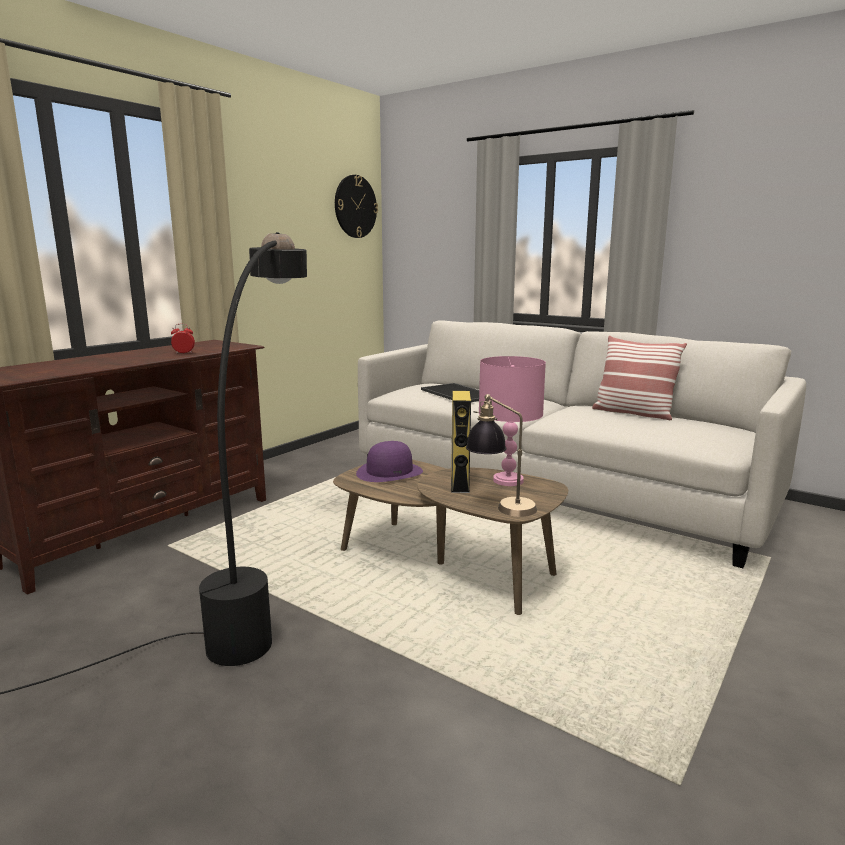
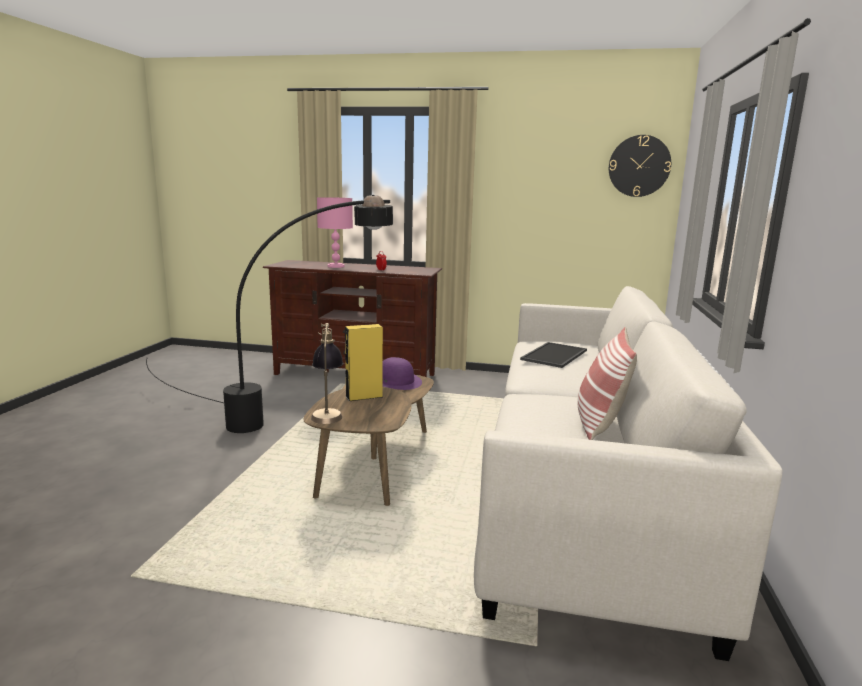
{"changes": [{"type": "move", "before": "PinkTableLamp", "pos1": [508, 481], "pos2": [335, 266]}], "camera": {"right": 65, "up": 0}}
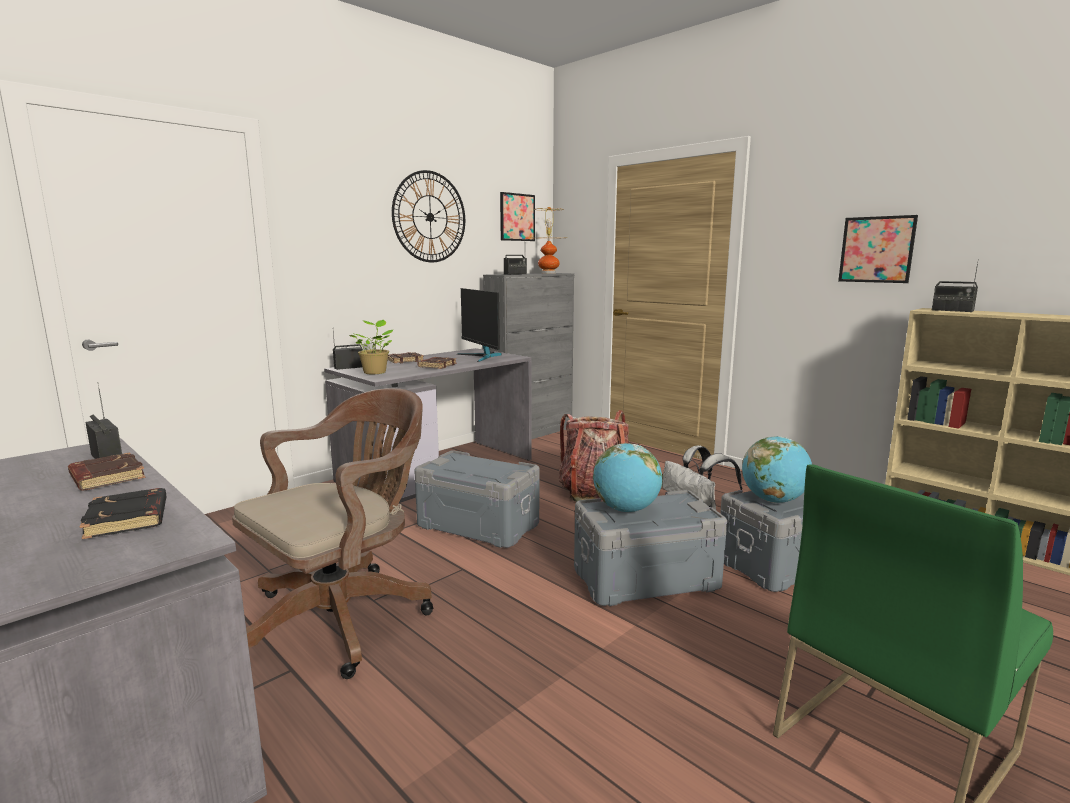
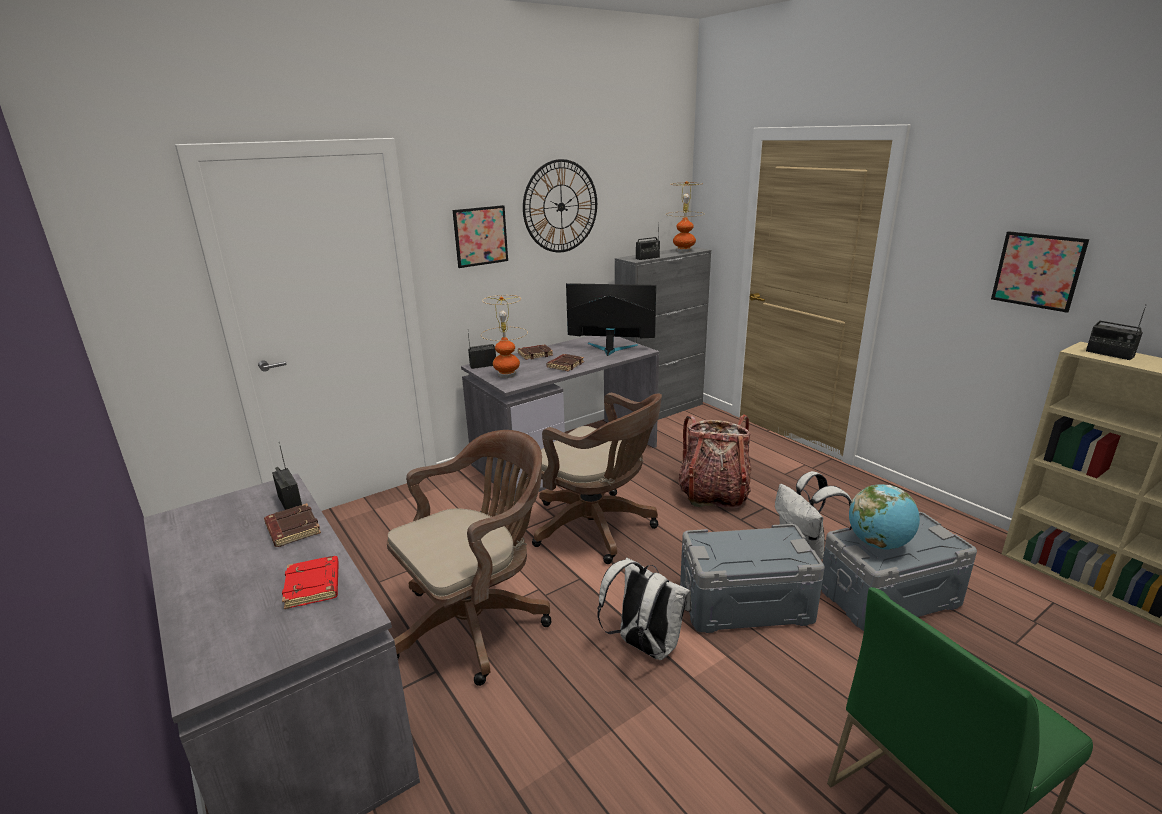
{"changes": [{"type": "recolor", "before": "BlackBook", "after": "RedBook", "pos1": [129, 519], "pos2": [314, 586]}, {"type": "replace", "before": "PottedPlant", "after": "TableLamp", "pos1": [375, 372], "pos2": [507, 375]}, {"type": "replace", "before": "GreyStorageBox", "after": "BrownOfficeChair", "pos1": [477, 525], "pos2": [597, 528]}, {"type": "rotate", "before": "Monitor", "pos1": [482, 356], "pos2": [610, 349], "turn": 120}, {"type": "move", "before": "Picture", "pos1": [517, 217], "pos2": [480, 236]}, {"type": "delete", "before": "Globe", "pos1": [626, 510]}, {"type": "insert", "after": "WhiteBackpack", "pos2": [644, 646]}], "camera": {"right": 10, "up": 10}}
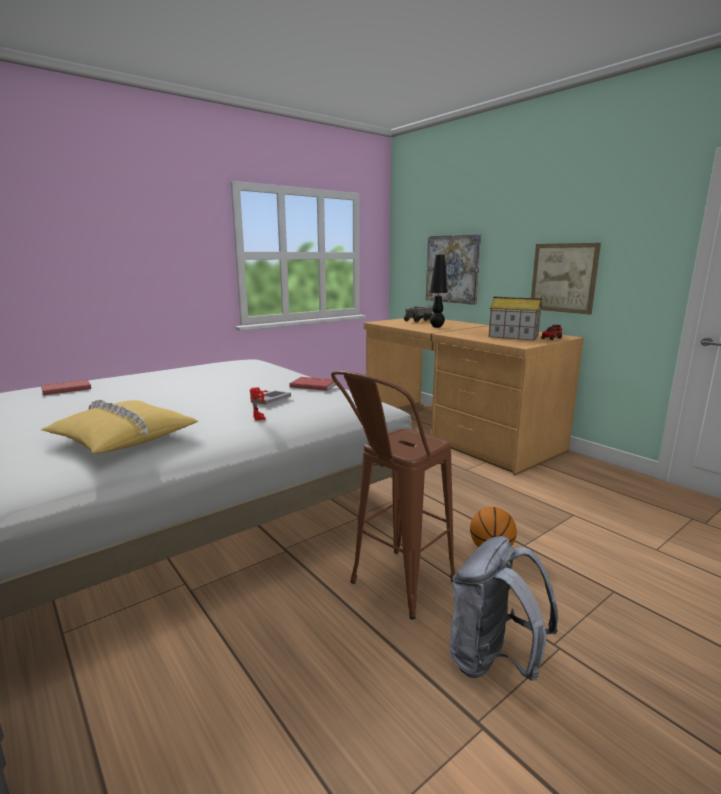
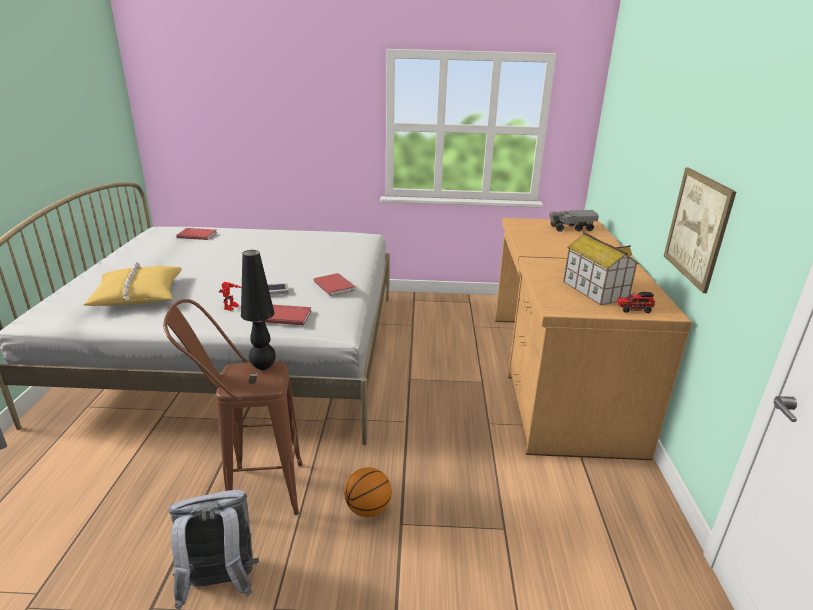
{"changes": [{"type": "delete", "before": "Picture", "pos1": [452, 269]}, {"type": "move", "before": "BlackTableLamp", "pos1": [437, 327], "pos2": [263, 367]}, {"type": "insert", "after": "RedBook", "pos2": [286, 316]}], "camera": {"right": 40, "up": 10}}
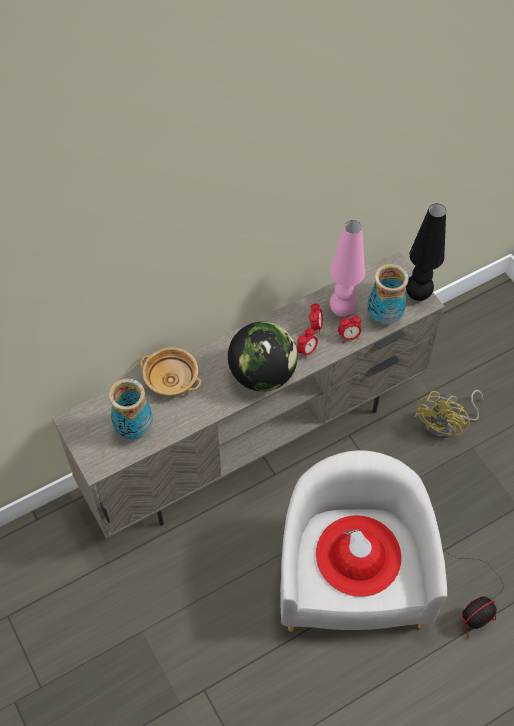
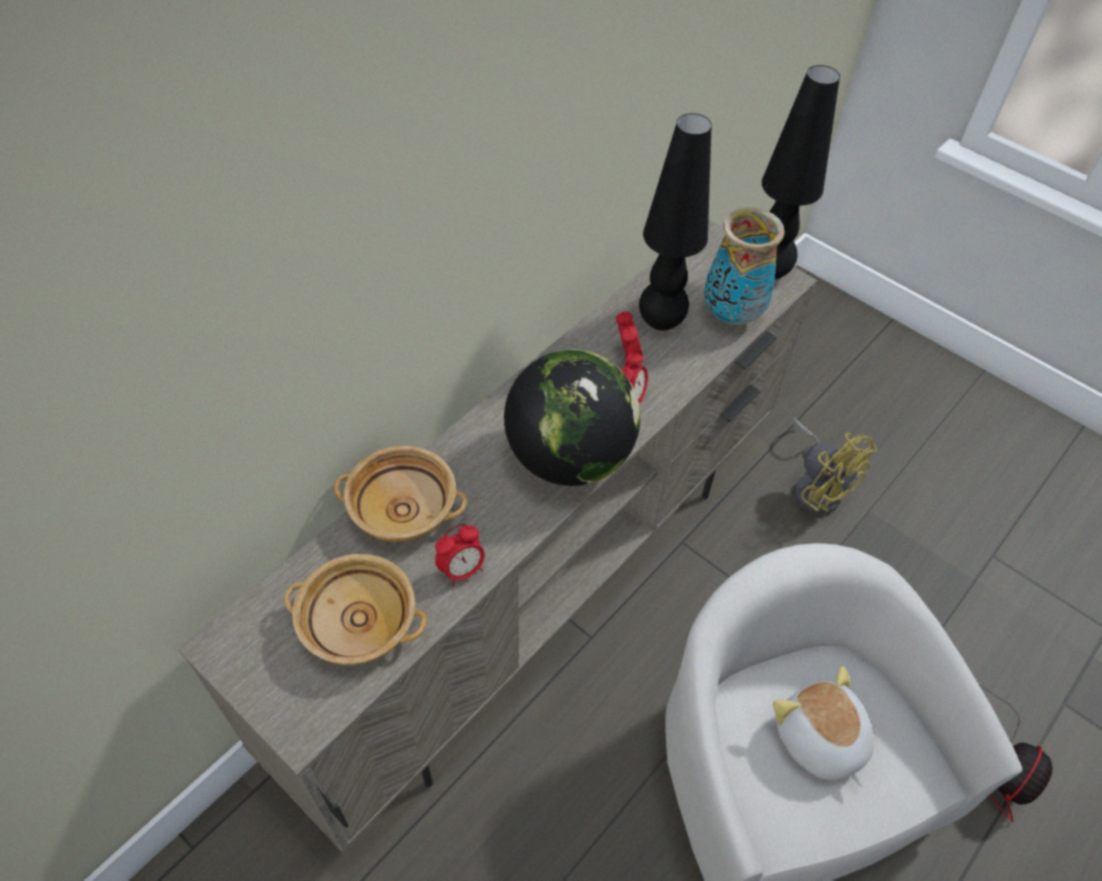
{"changes": [{"type": "replace", "before": "Vase", "after": "BeigeBowl", "pos1": [133, 429], "pos2": [358, 624]}, {"type": "replace", "before": "RedHat", "after": "PlushToy", "pos1": [358, 555], "pos2": [819, 740]}, {"type": "recolor", "before": "PinkTableLamp", "after": "BlackTableLamp", "pos1": [342, 310], "pos2": [660, 322]}, {"type": "move", "before": "AlarmClock", "pos1": [349, 336], "pos2": [462, 570]}, {"type": "rotate", "before": "YellowFan", "pos1": [446, 424], "pos2": [817, 487], "turn": -45}], "camera": {"right": -20, "up": -5}}
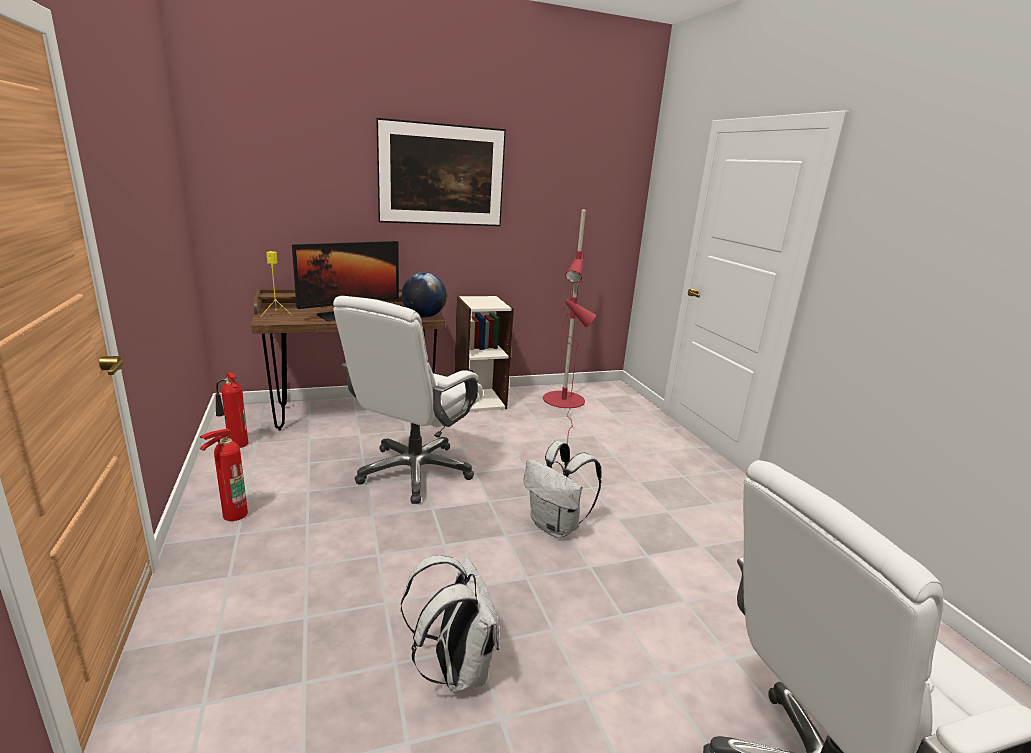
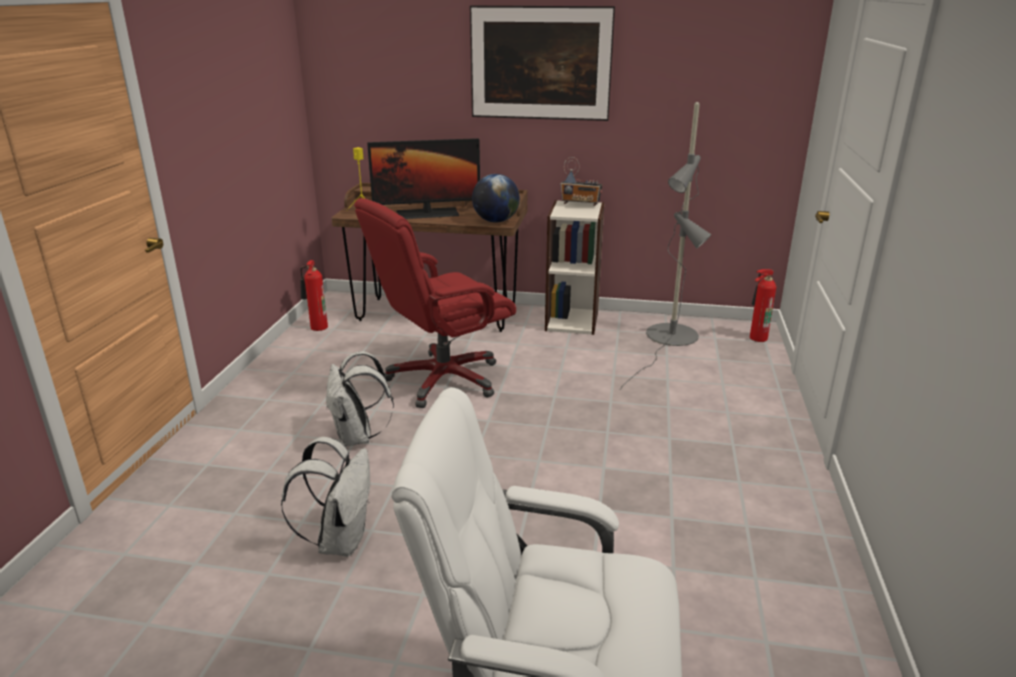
{"changes": [{"type": "move", "before": "FireExtinguisher", "pos1": [232, 515], "pos2": [756, 338]}, {"type": "recolor", "before": "WhiteOfficeChair", "after": "RedOfficeChair", "pos1": [414, 472], "pos2": [443, 380]}, {"type": "move", "before": "WhiteBackpack", "pos1": [556, 527], "pos2": [357, 438]}, {"type": "recolor", "before": "RedFloorLamp", "after": "GreyFloorLamp", "pos1": [564, 404], "pos2": [668, 339]}, {"type": "insert", "after": "Radio", "pos2": [581, 204]}], "camera": {"right": 30, "up": 5}}
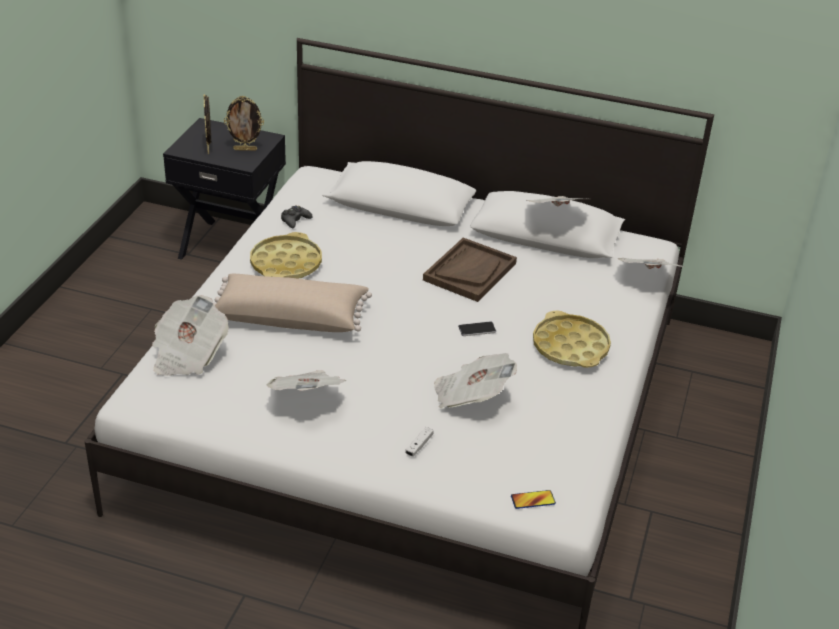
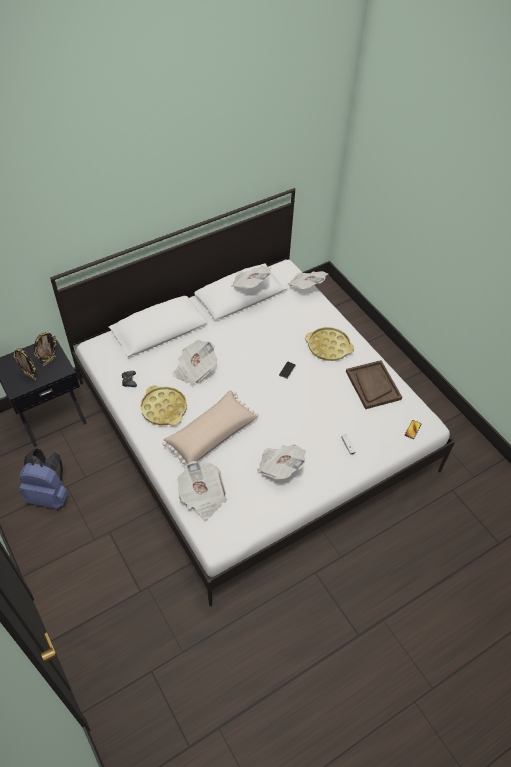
{"changes": [{"type": "move", "before": "BrownTray", "pos1": [469, 271], "pos2": [372, 385]}, {"type": "move", "before": "Newspaper", "pos1": [471, 397], "pos2": [194, 370]}, {"type": "insert", "after": "BlueBackpack", "pos2": [49, 495]}], "camera": {"right": -50, "up": 15}}
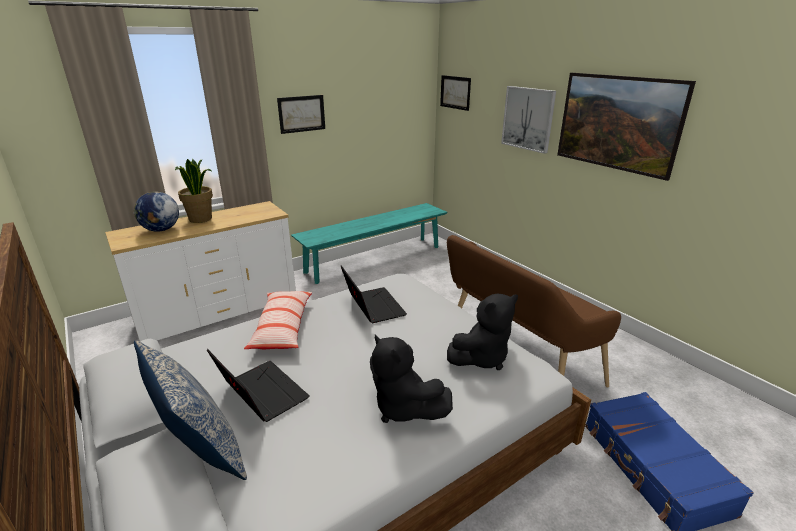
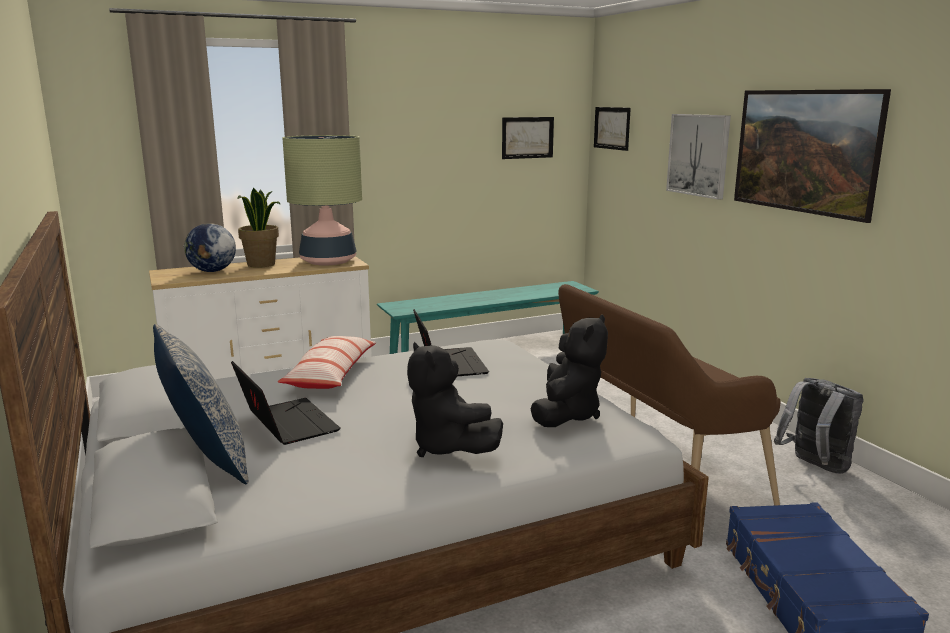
{"changes": [{"type": "move", "before": "Picture", "pos1": [301, 114], "pos2": [527, 137]}, {"type": "rotate", "before": "BlackPlushToy", "pos1": [481, 358], "pos2": [567, 414], "turn": -45}, {"type": "insert", "after": "TableLamp", "pos2": [328, 261]}, {"type": "insert", "after": "GreyBackpack", "pos2": [814, 467]}], "camera": {"right": 10, "up": -10}}
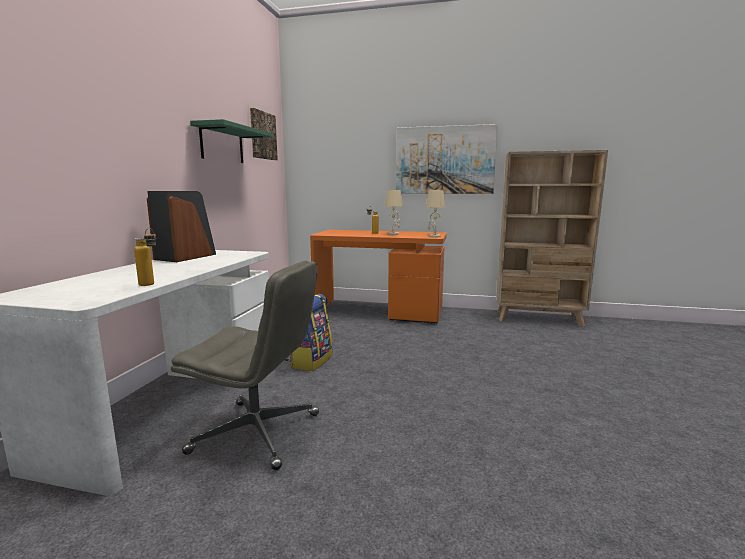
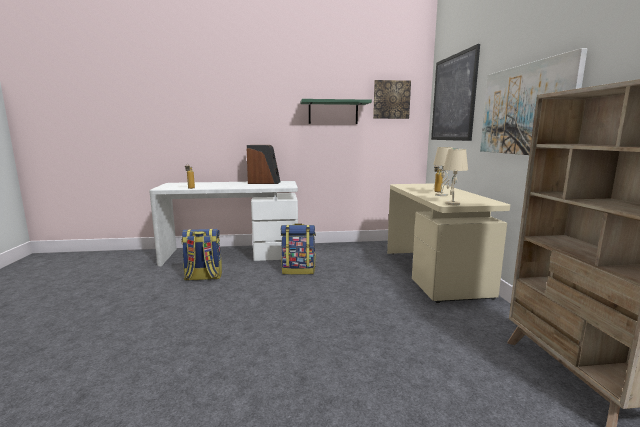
{"changes": [{"type": "replace", "before": "GreyOfficeChair", "after": "Backpack", "pos1": [258, 433], "pos2": [203, 277]}, {"type": "recolor", "before": "OrangeDesk", "after": "BeigeDesk", "pos1": [380, 311], "pos2": [434, 273]}, {"type": "insert", "after": "Picture", "pos2": [453, 98]}], "camera": {"right": 70, "up": 0}}
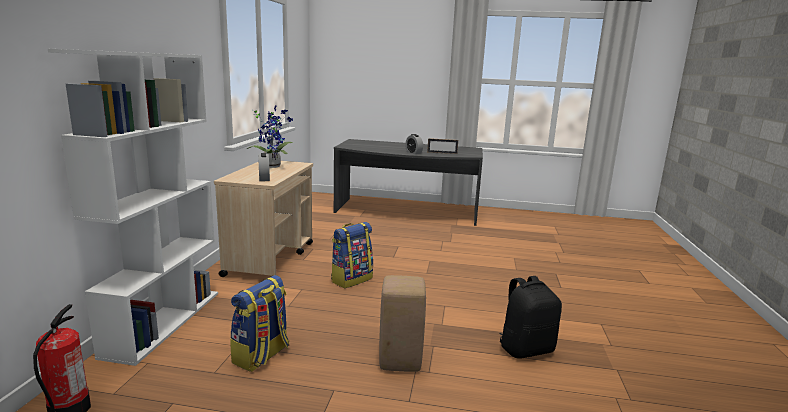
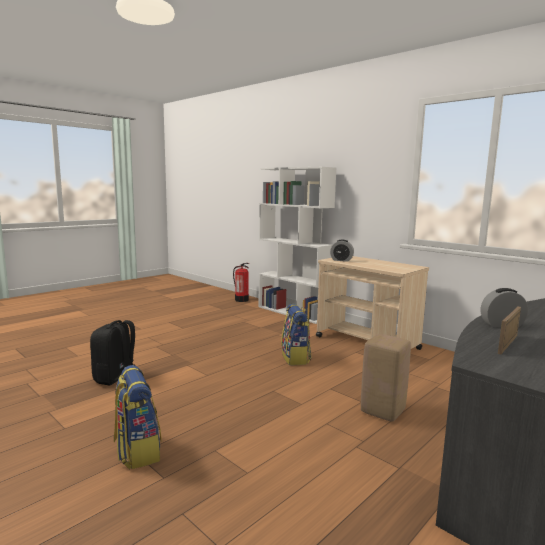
{"changes": [{"type": "move", "before": "Backpack", "pos1": [261, 356], "pos2": [137, 451]}, {"type": "delete", "before": "PottedPlant", "pos1": [273, 166]}, {"type": "move", "before": "BeigeStool", "pos1": [399, 361], "pos2": [382, 411]}], "camera": {"right": 125, "up": -5}}
